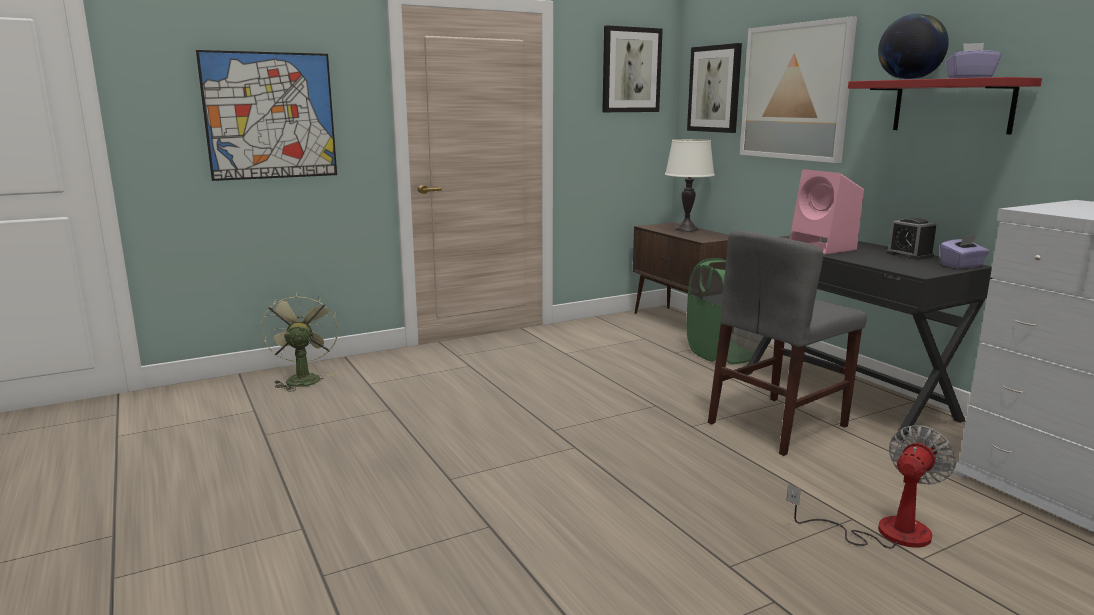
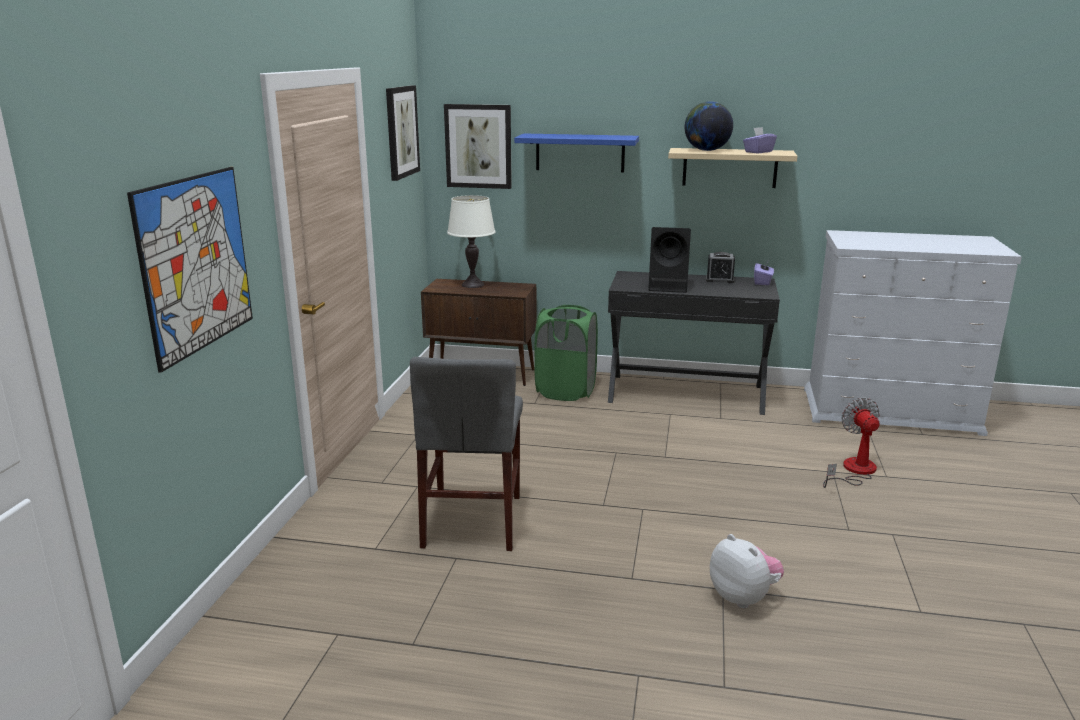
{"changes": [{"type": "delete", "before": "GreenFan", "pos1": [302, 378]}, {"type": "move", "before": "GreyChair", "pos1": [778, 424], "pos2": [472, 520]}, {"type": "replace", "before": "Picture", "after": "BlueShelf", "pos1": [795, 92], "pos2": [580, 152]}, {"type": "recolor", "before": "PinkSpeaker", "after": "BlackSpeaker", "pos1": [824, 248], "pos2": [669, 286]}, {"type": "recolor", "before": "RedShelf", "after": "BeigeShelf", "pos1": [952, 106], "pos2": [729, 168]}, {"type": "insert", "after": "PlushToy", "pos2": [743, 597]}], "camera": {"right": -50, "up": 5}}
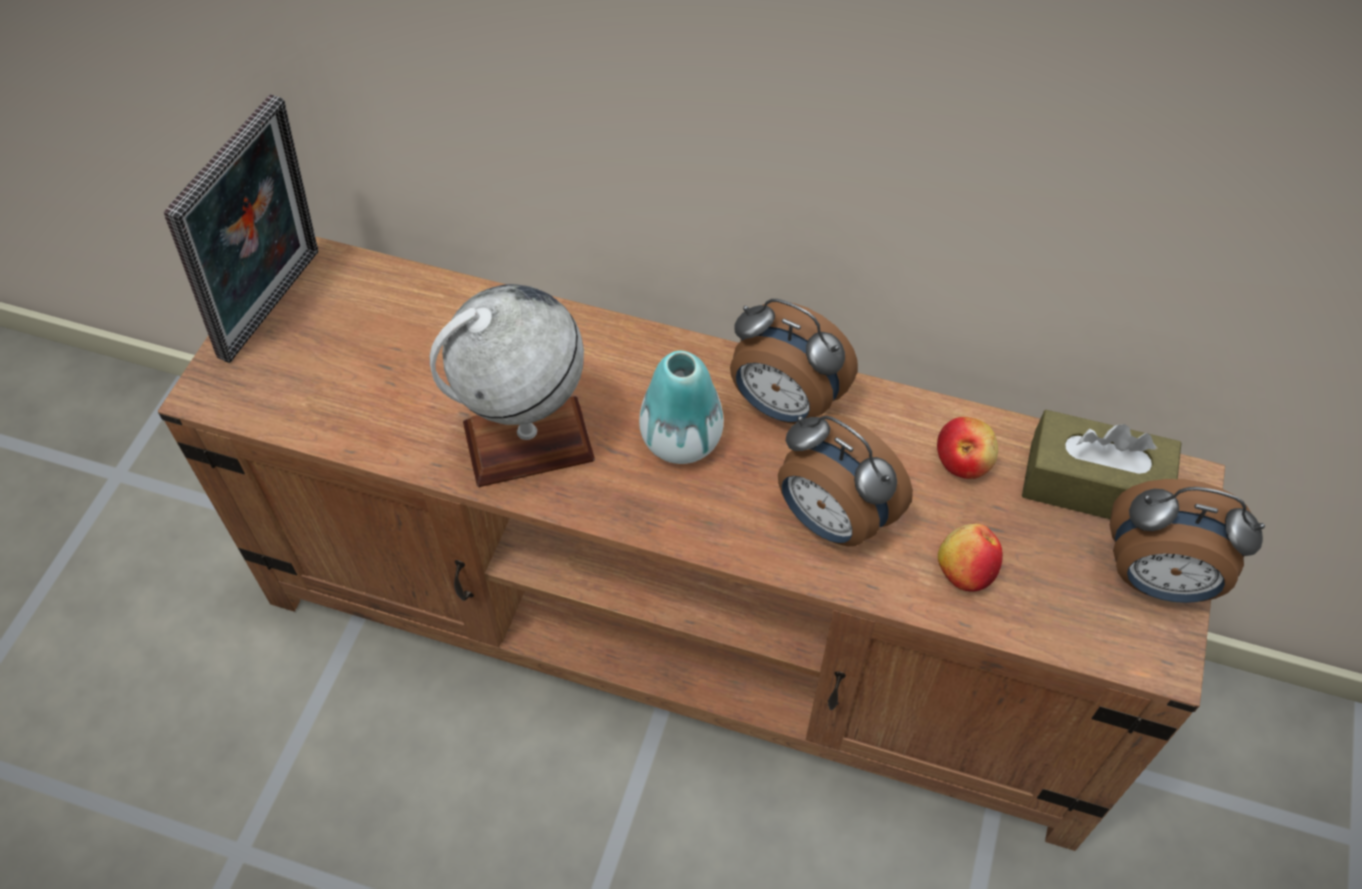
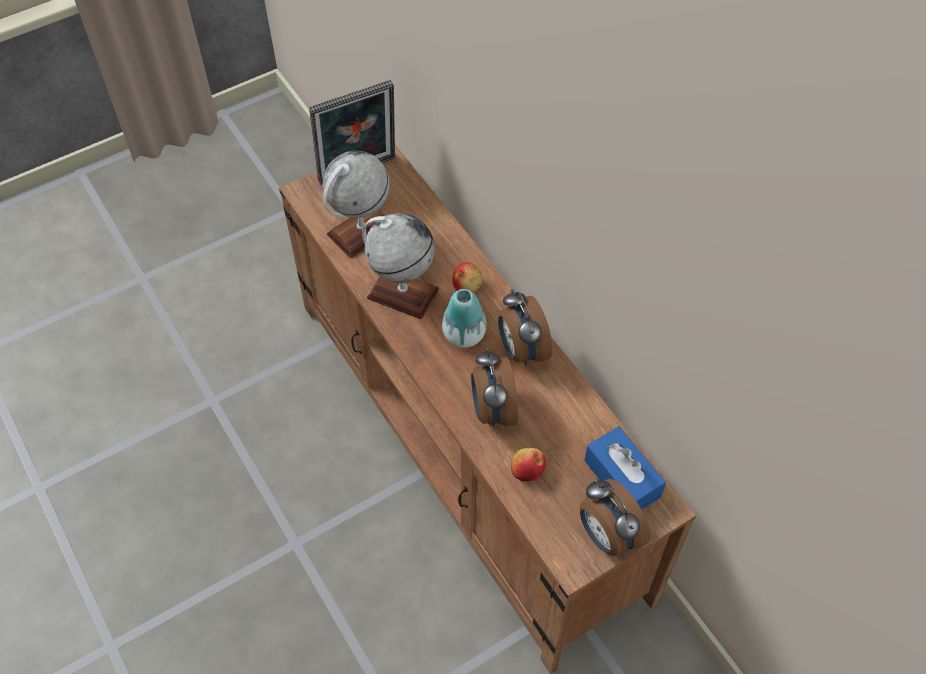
{"changes": [{"type": "move", "before": "Apple", "pos1": [963, 460], "pos2": [467, 286]}, {"type": "recolor", "before": "BrownTissueBox", "after": "BlueTissueBox", "pos1": [1092, 485], "pos2": [622, 478]}, {"type": "insert", "after": "Globe", "pos2": [361, 231]}], "camera": {"right": 40, "up": 0}}
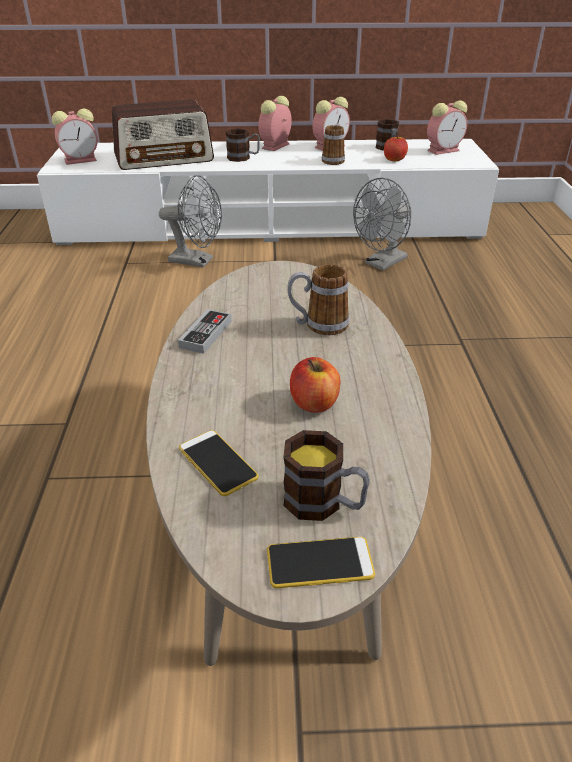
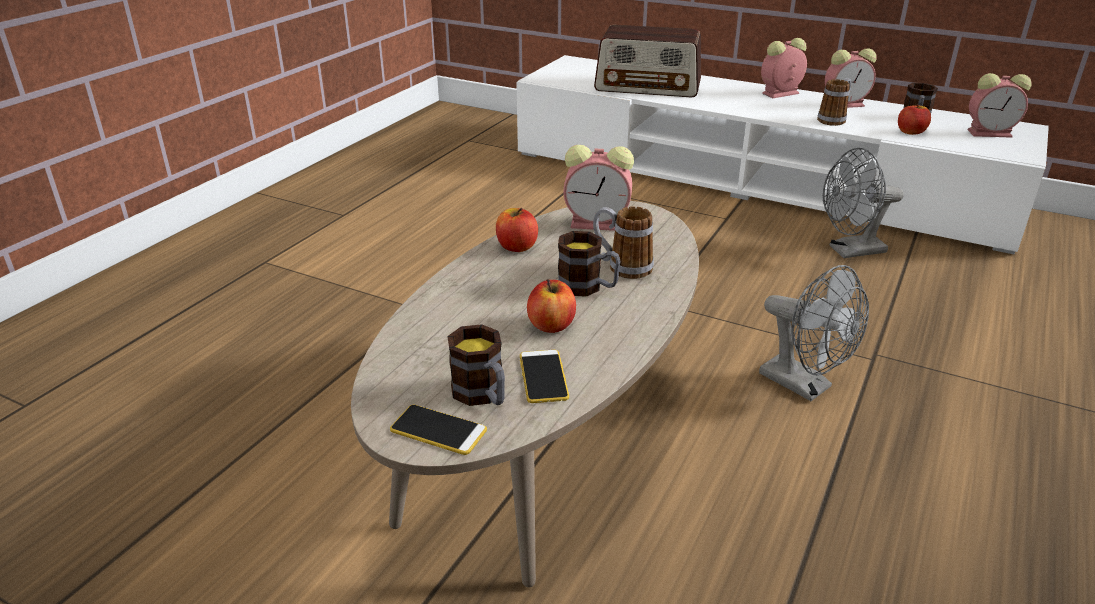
{"changes": [{"type": "move", "before": "AlarmClock", "pos1": [82, 160], "pos2": [599, 223]}, {"type": "move", "before": "GreyFan", "pos1": [197, 261], "pos2": [804, 385]}, {"type": "replace", "before": "GameController", "after": "Apple", "pos1": [205, 334], "pos2": [516, 247]}, {"type": "move", "before": "Phone", "pos1": [217, 463], "pos2": [543, 377]}, {"type": "move", "before": "Mug", "pos1": [243, 158], "pos2": [588, 287]}], "camera": {"right": 30, "up": -5}}
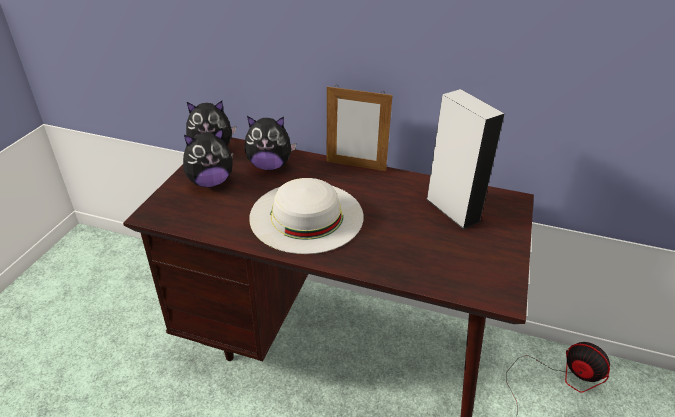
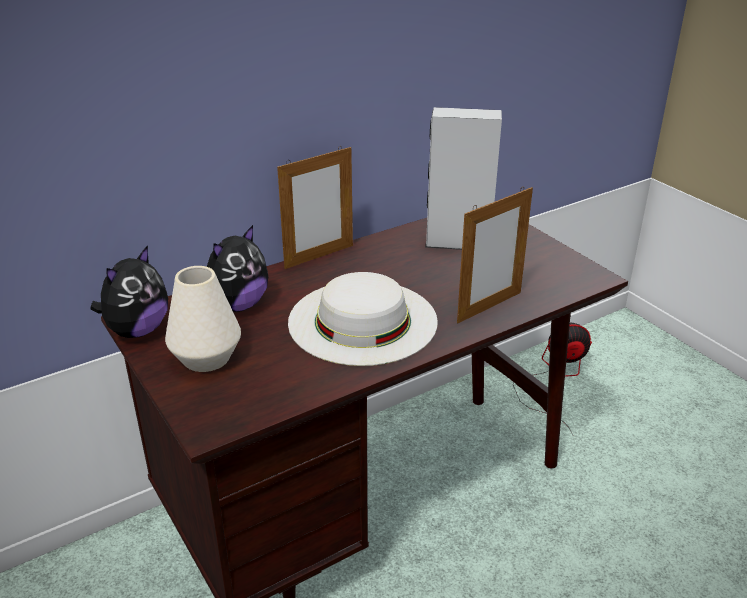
{"changes": [{"type": "replace", "before": "PlushToy", "after": "WhiteVase", "pos1": [210, 182], "pos2": [206, 357]}, {"type": "insert", "after": "PictureFrame", "pos2": [489, 307]}], "camera": {"right": -50, "up": -5}}
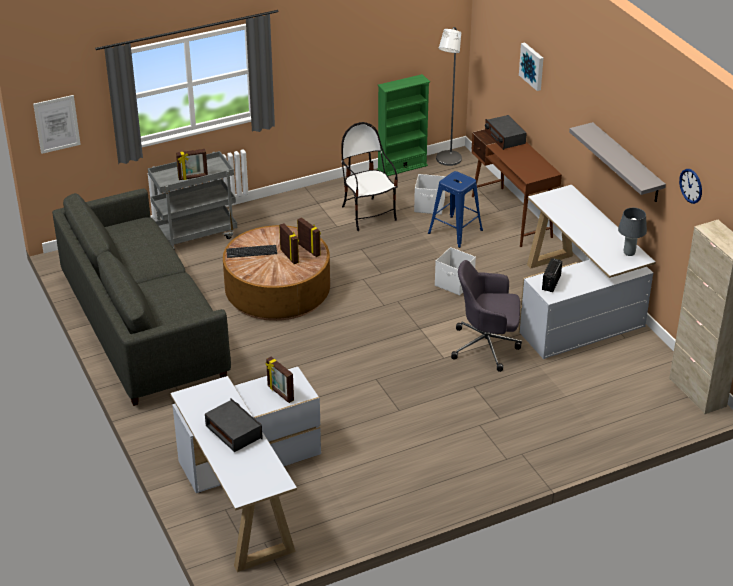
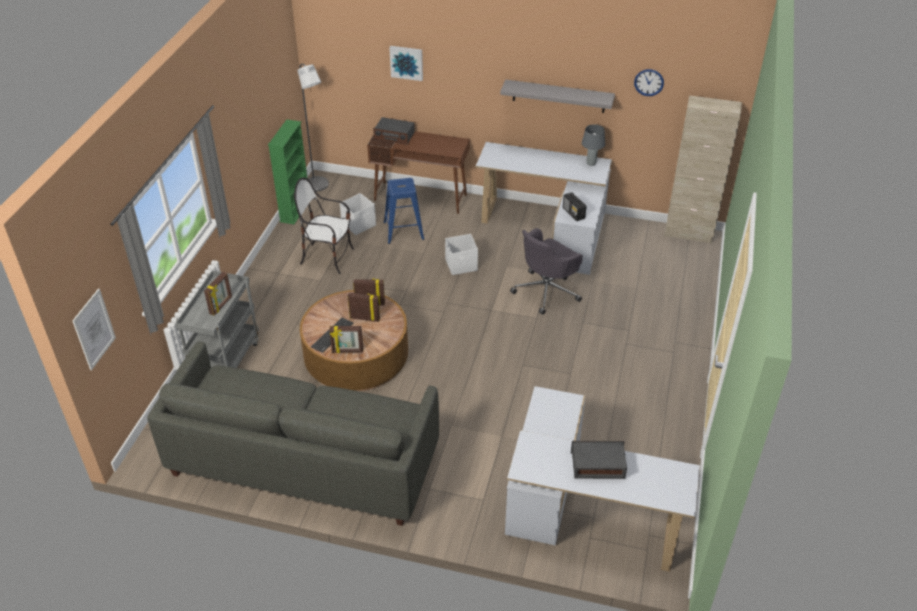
{"changes": [{"type": "move", "before": "PictureFrame", "pos1": [280, 393], "pos2": [347, 351]}], "camera": {"right": -50, "up": 5}}
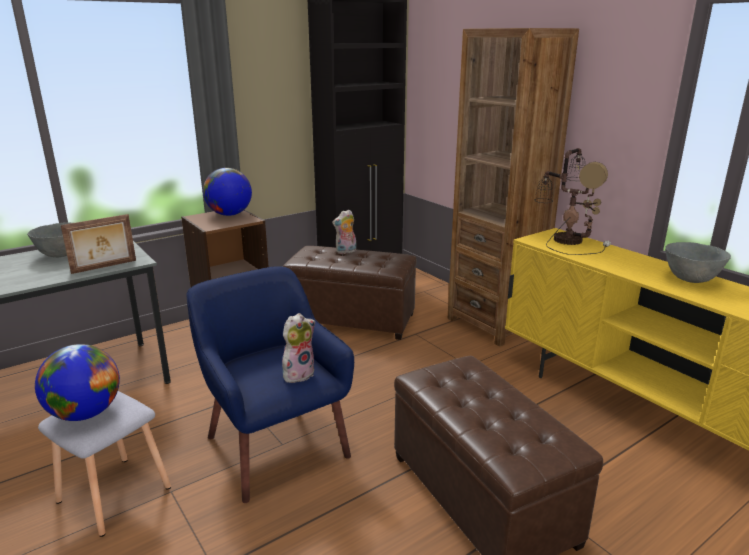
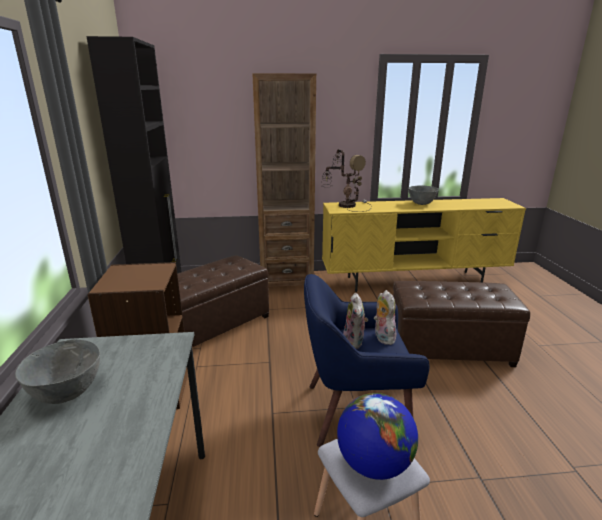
{"changes": [{"type": "delete", "before": "PictureFrame", "pos1": [104, 267]}, {"type": "delete", "before": "Globe", "pos1": [229, 214]}, {"type": "move", "before": "PlushToy", "pos1": [346, 251], "pos2": [355, 342]}], "camera": {"right": -60, "up": 0}}
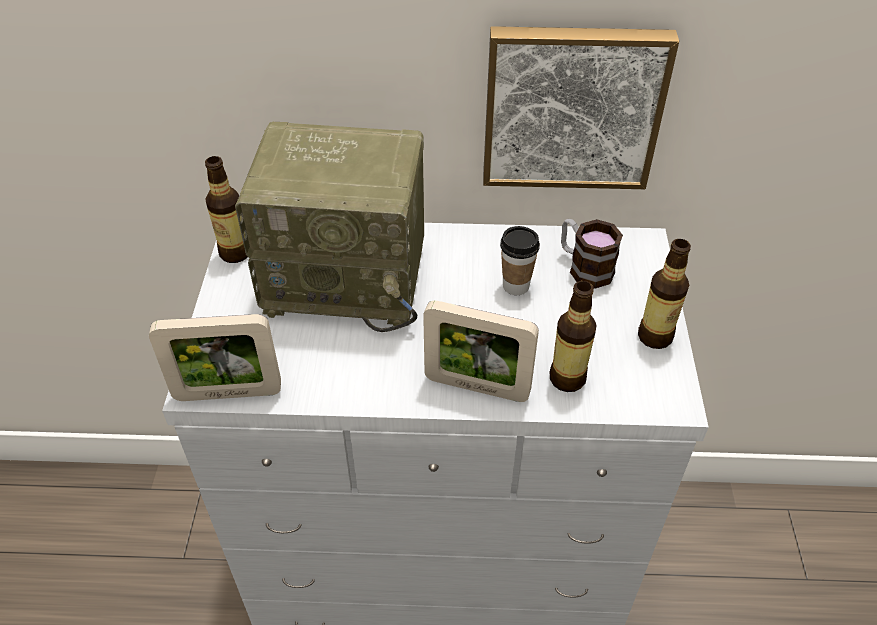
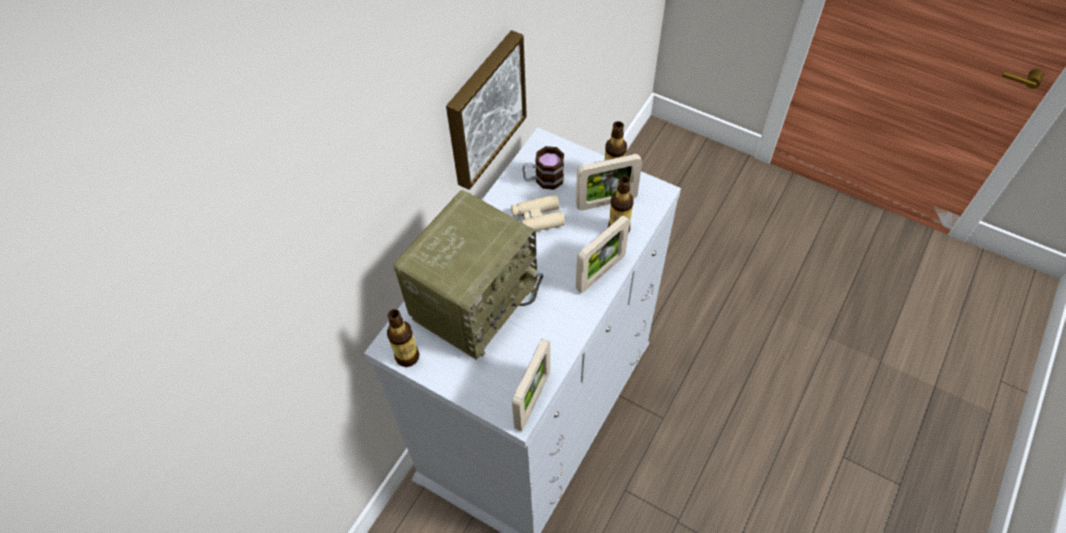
{"changes": [{"type": "replace", "before": "Cup", "after": "BeigeBinoculars", "pos1": [516, 286], "pos2": [537, 219]}, {"type": "insert", "after": "PictureFrame", "pos2": [606, 202]}], "camera": {"right": -60, "up": 10}}
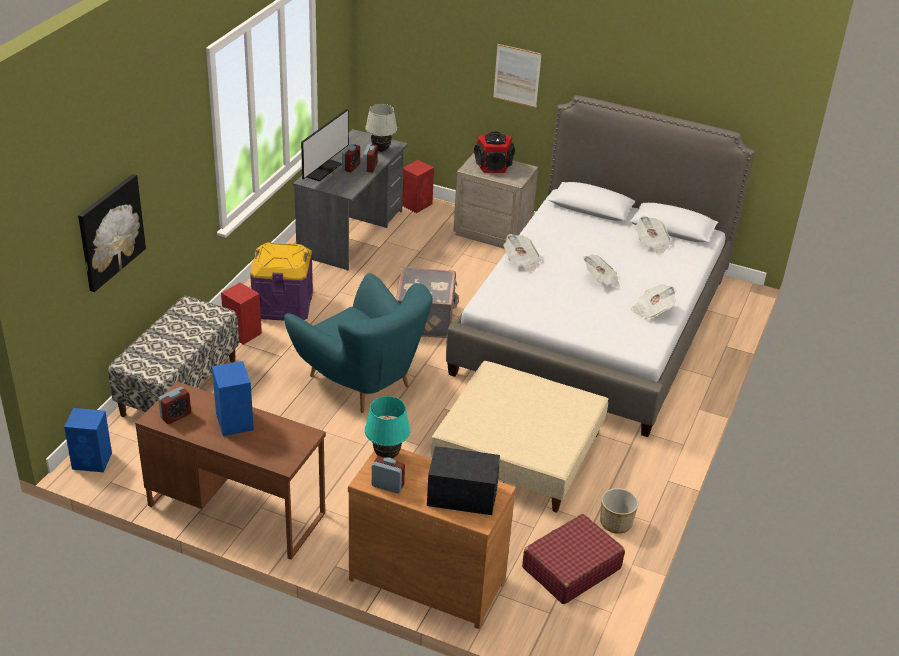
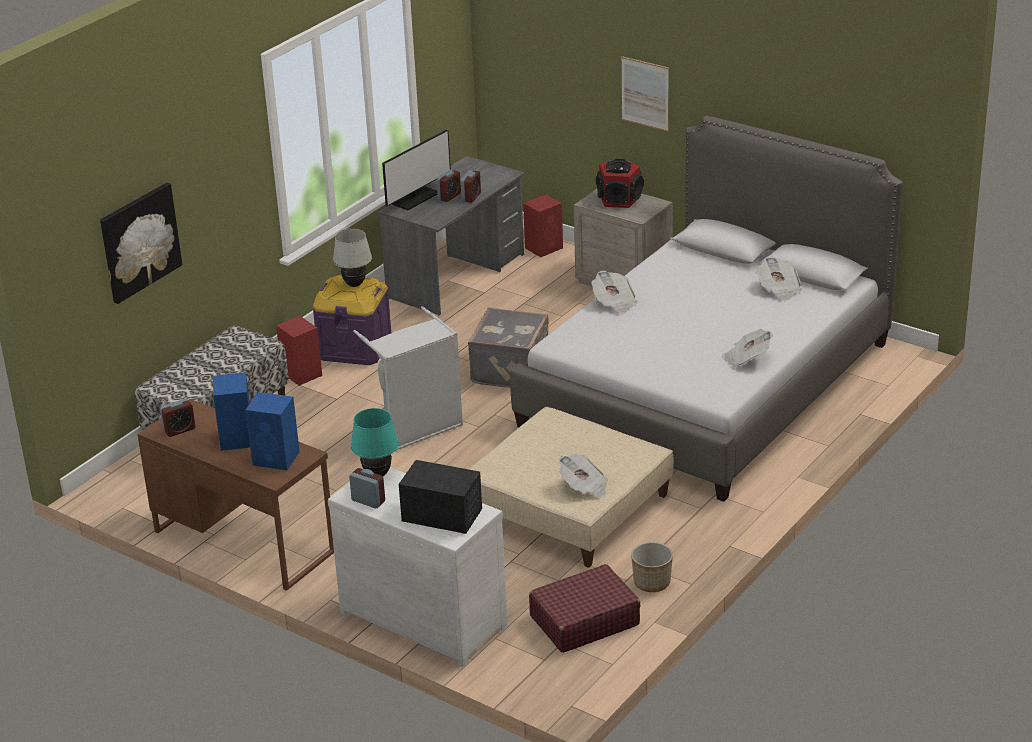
{"changes": [{"type": "move", "before": "BlueSpeaker", "pos1": [93, 461], "pos2": [277, 458]}, {"type": "replace", "before": "TurquoiseArmchair", "after": "GreyLaundryBasket", "pos1": [361, 382], "pos2": [417, 429]}, {"type": "recolor", "before": "BrownDresser", "after": "WhiteDresser", "pos1": [428, 577], "pos2": [425, 616]}, {"type": "move", "before": "WhiteTableLamp", "pos1": [381, 150], "pos2": [355, 284]}, {"type": "move", "before": "Newspaper", "pos1": [601, 280], "pos2": [584, 487]}], "camera": {"right": 15, "up": -5}}
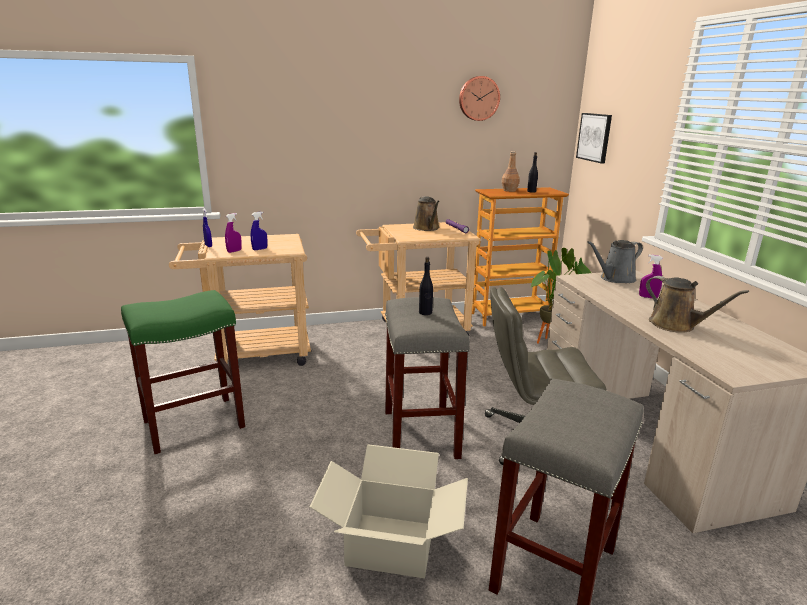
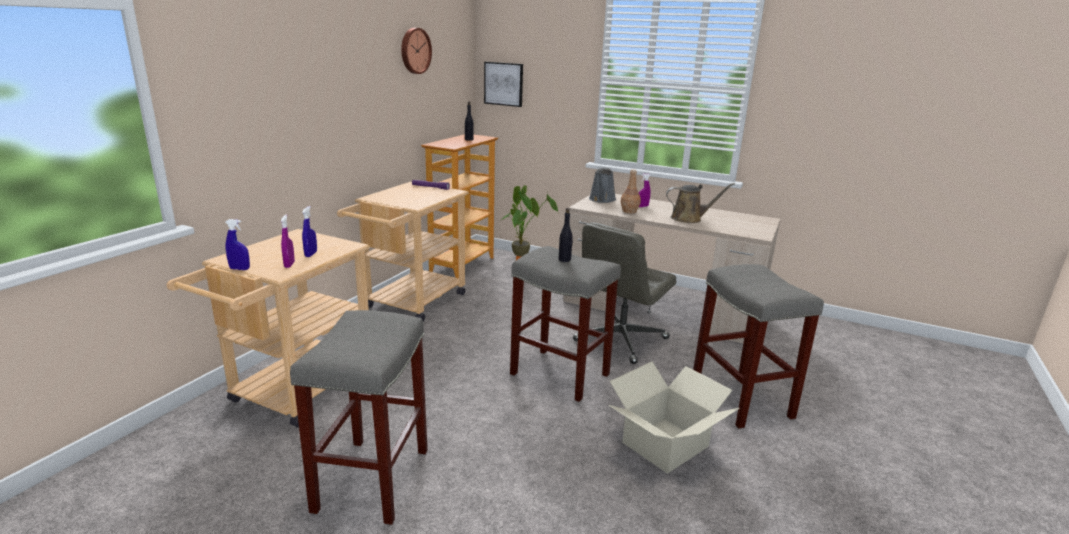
{"changes": [{"type": "recolor", "before": "GreenStool", "after": "GreyStool", "pos1": [195, 423], "pos2": [372, 478]}, {"type": "delete", "before": "BrownWateringCan", "pos1": [427, 228]}, {"type": "move", "before": "BrownBottle", "pos1": [509, 190], "pos2": [629, 211]}], "camera": {"right": -50, "up": 0}}
